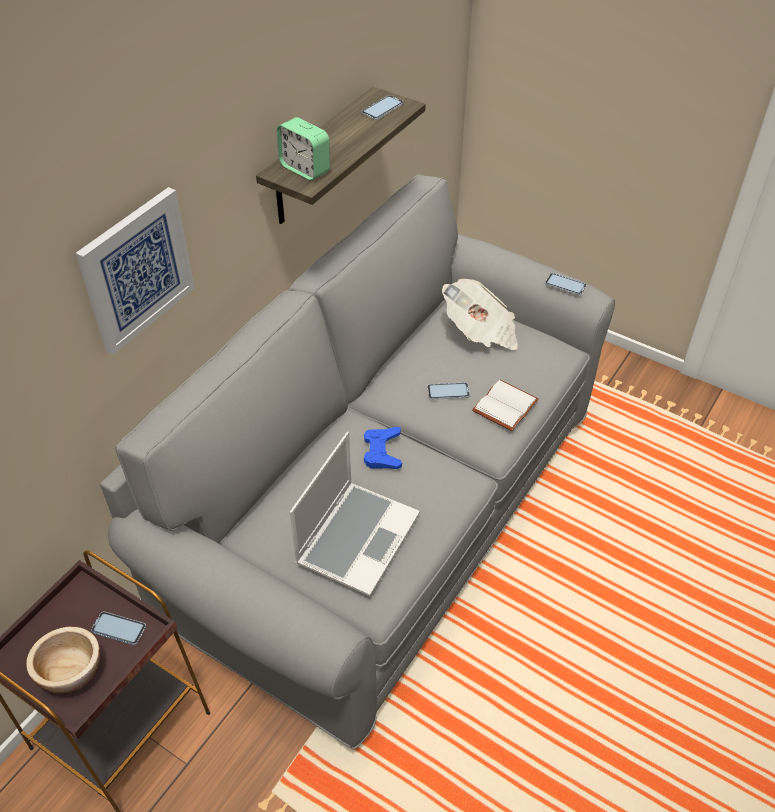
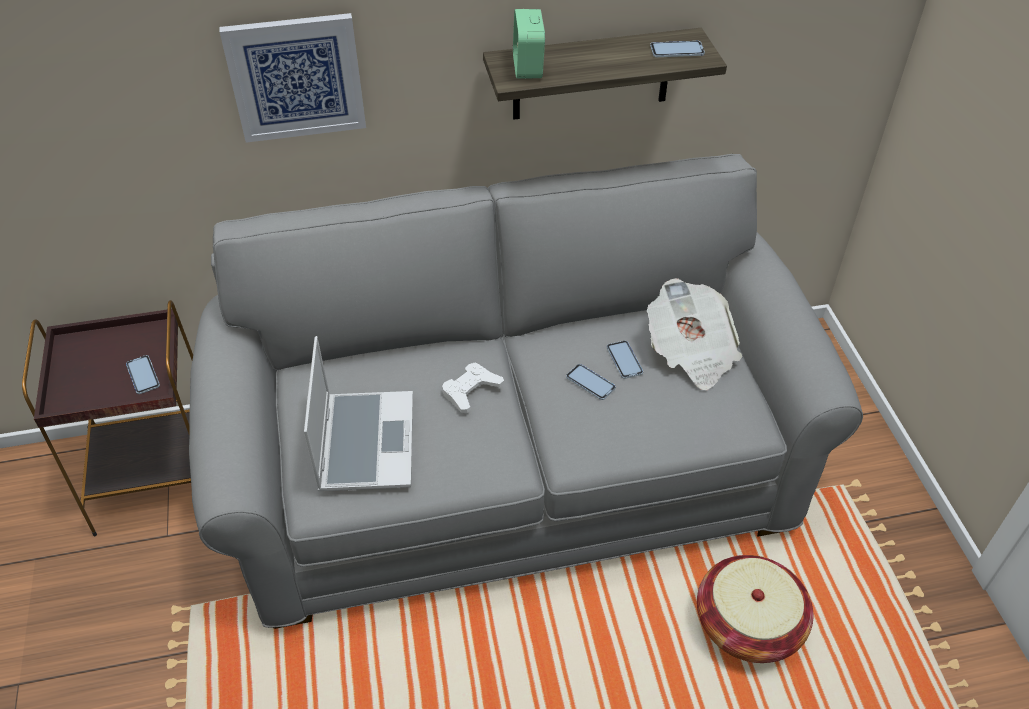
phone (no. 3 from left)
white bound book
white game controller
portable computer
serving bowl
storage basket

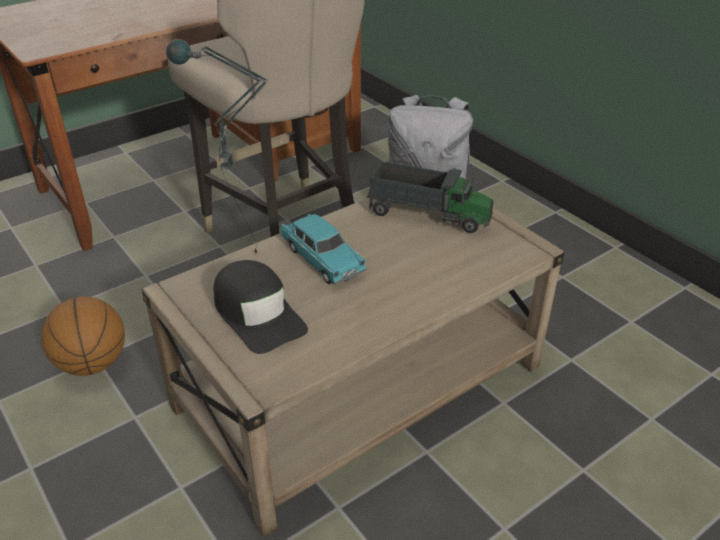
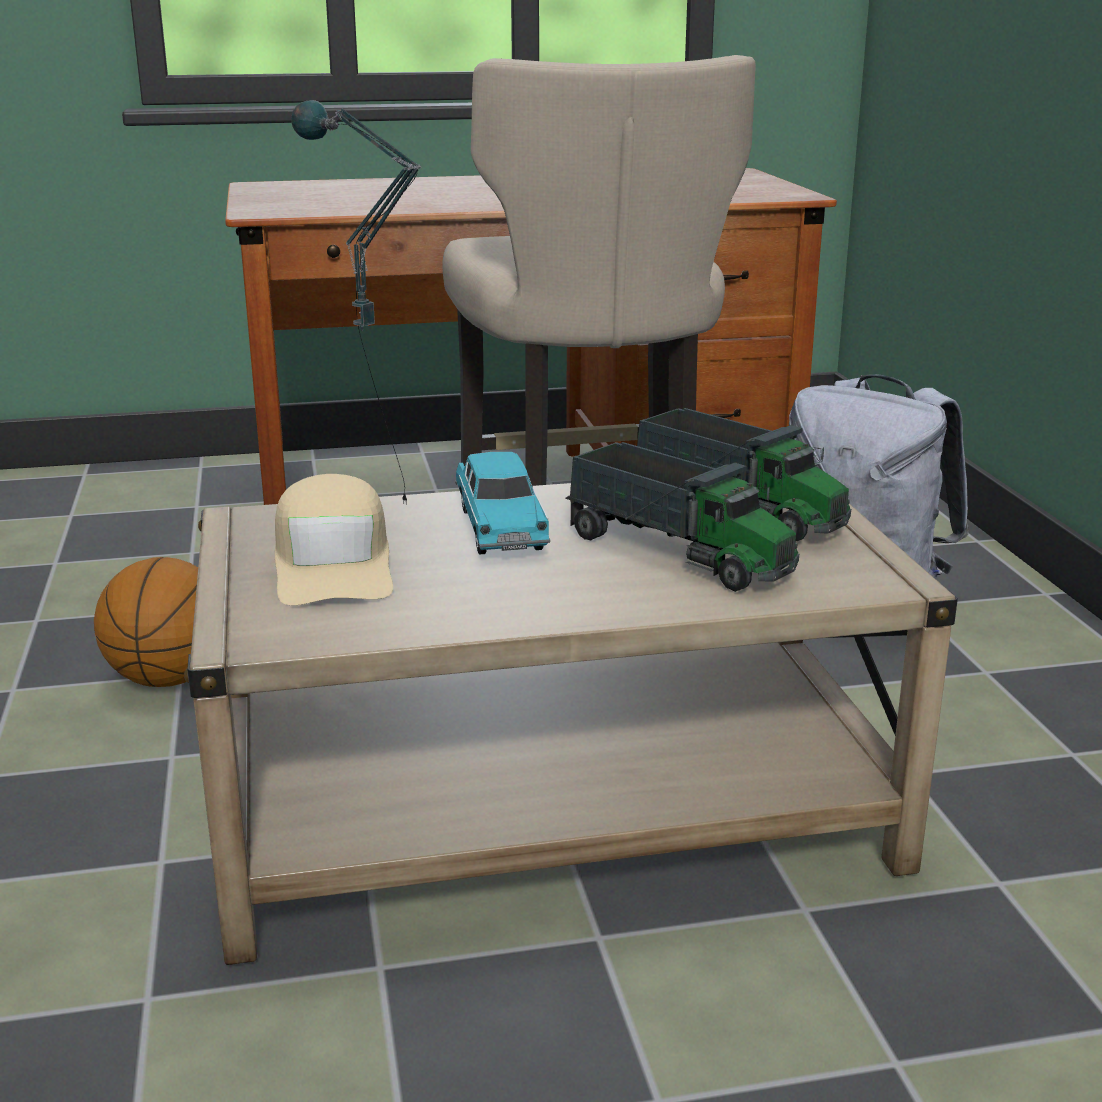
sand-coloured cap
model truck (no. 1 from left)

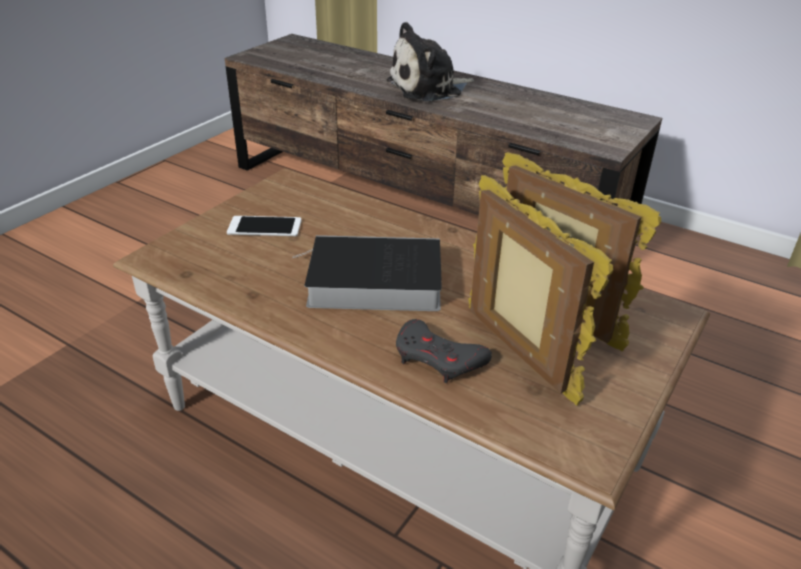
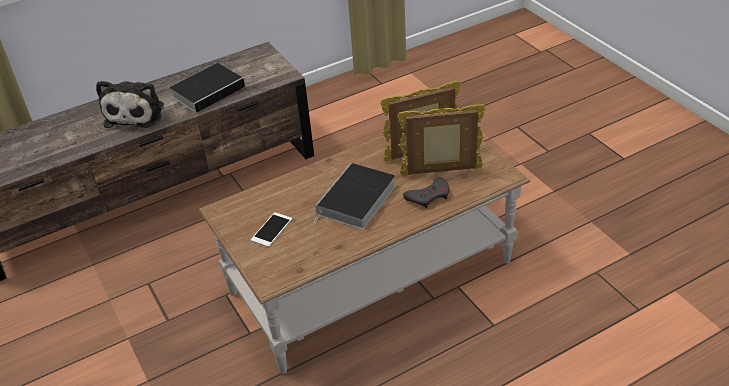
bound book (no. 1 from left)

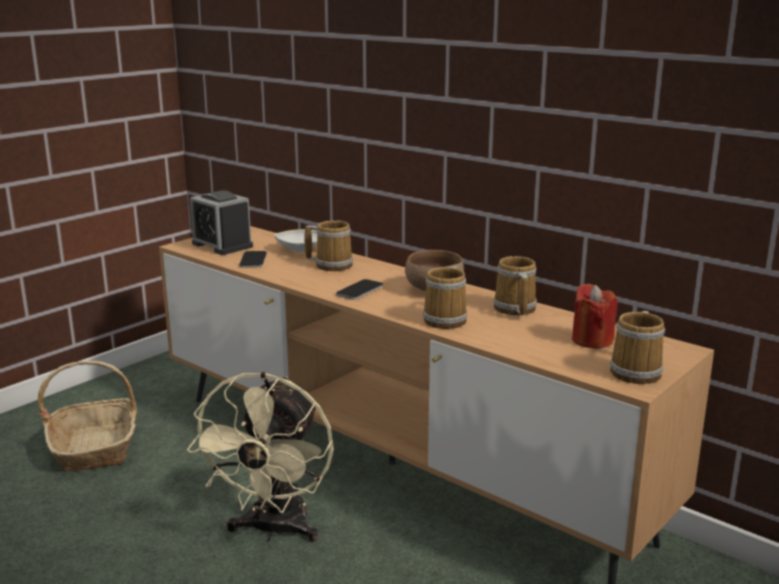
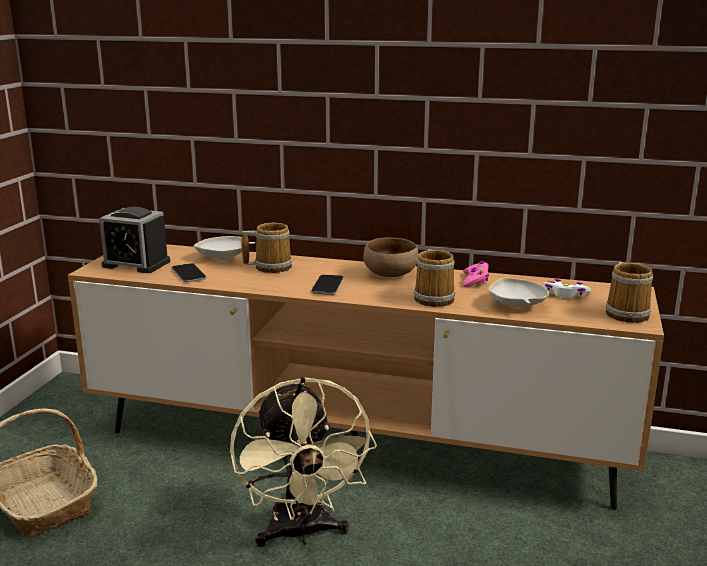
pinkish game controller
white game controller
white serving bowl (no. 2 from left)

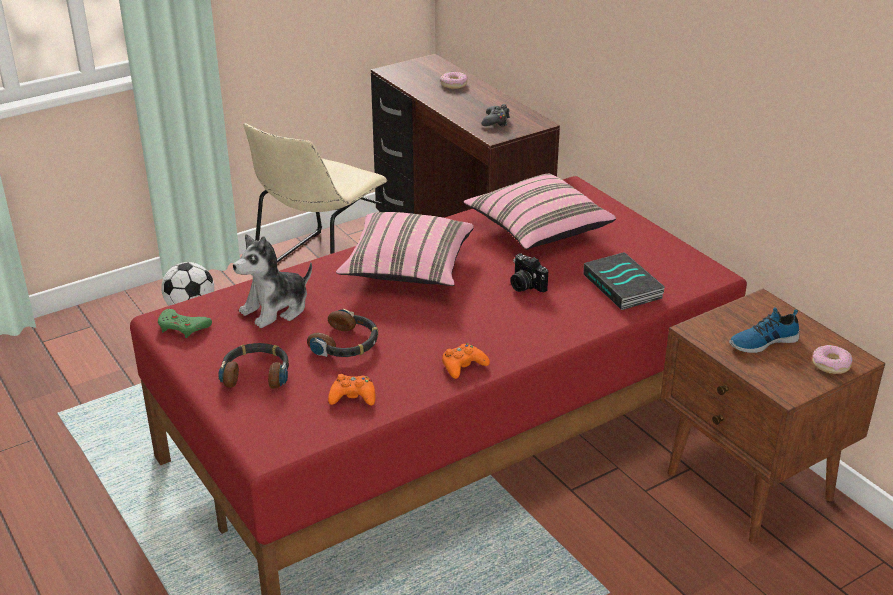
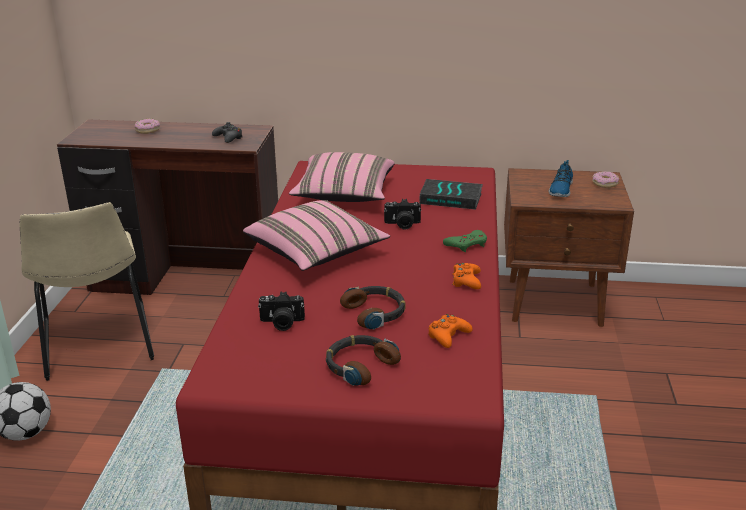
still camera (no. 1 from left)
greenish game controller

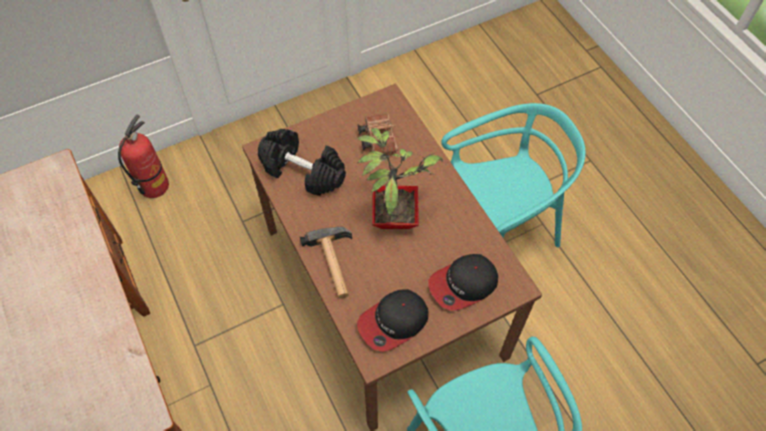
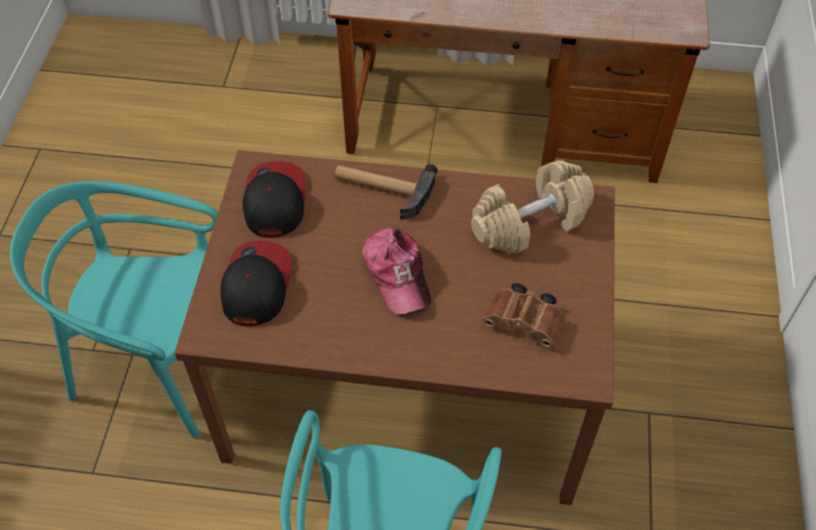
fire-fighting cylinder
cap (no. 3 from left)
sand-coloured dumbbell

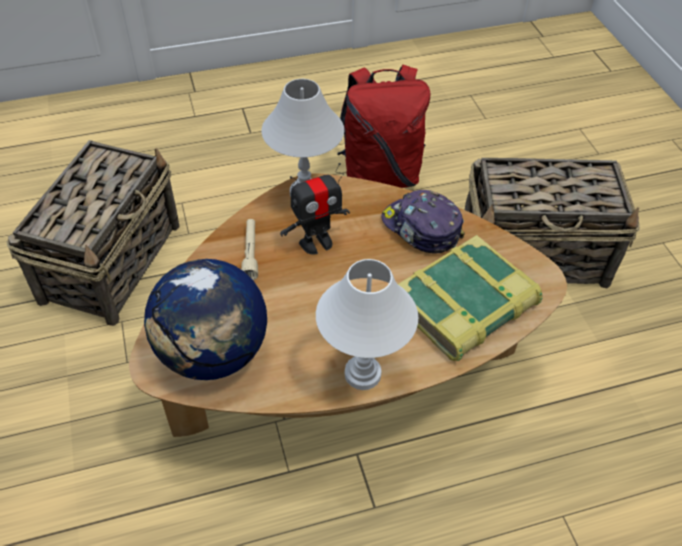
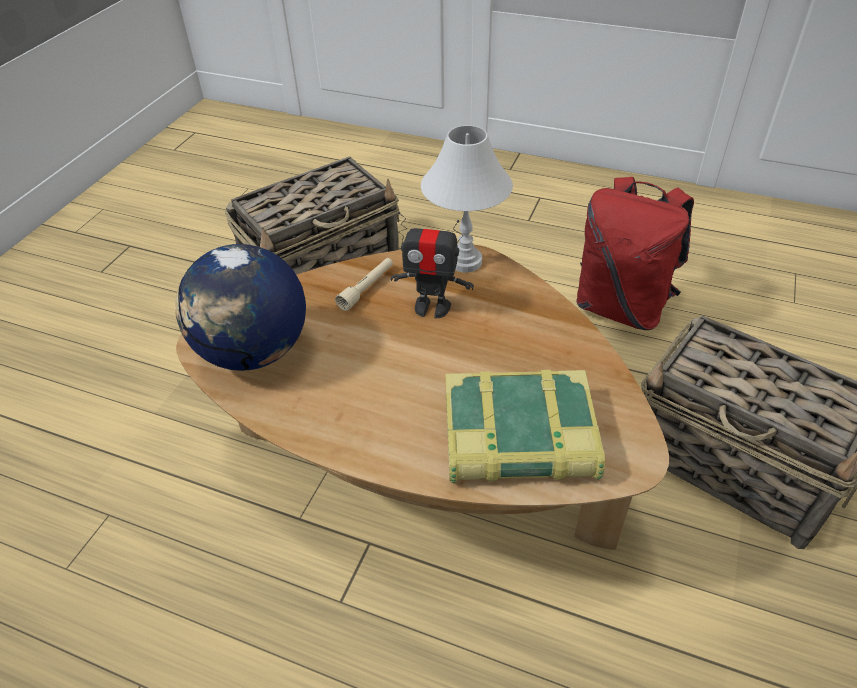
cap
white tabletop lamp (no. 2 from left in the first image)

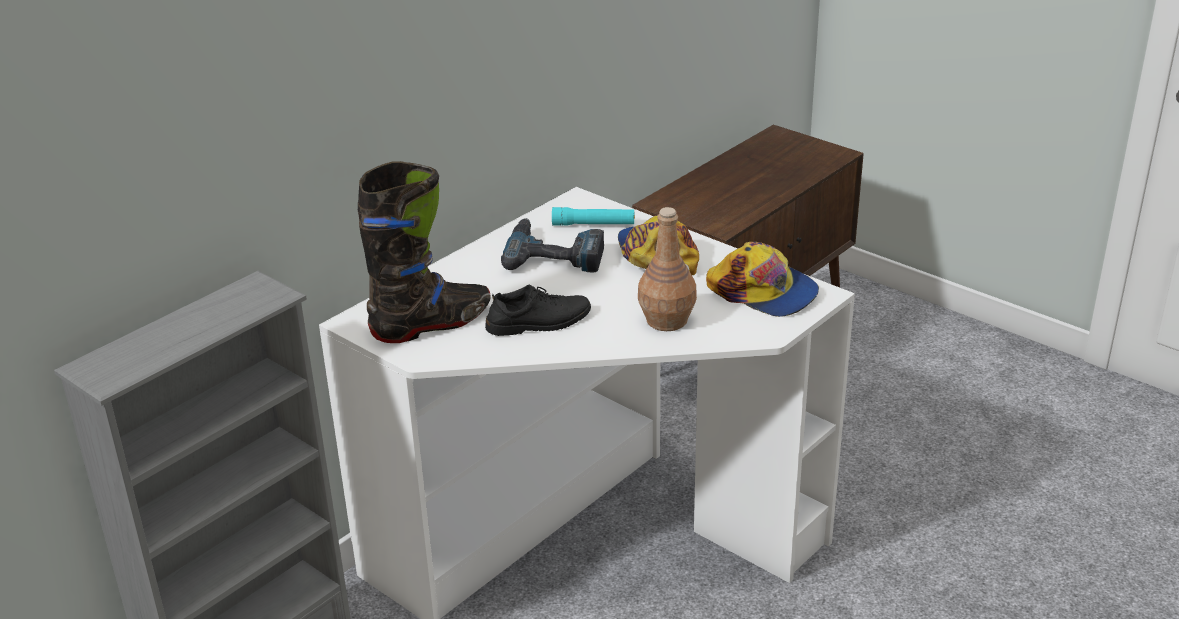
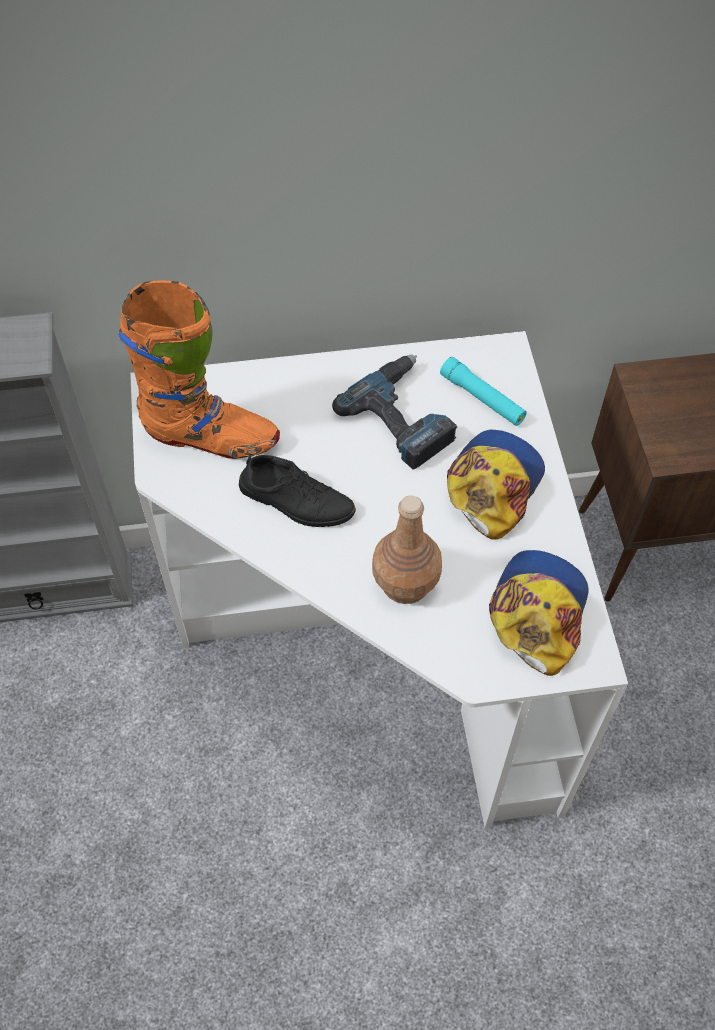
orangey high-top boot
cap (no. 2 from left)

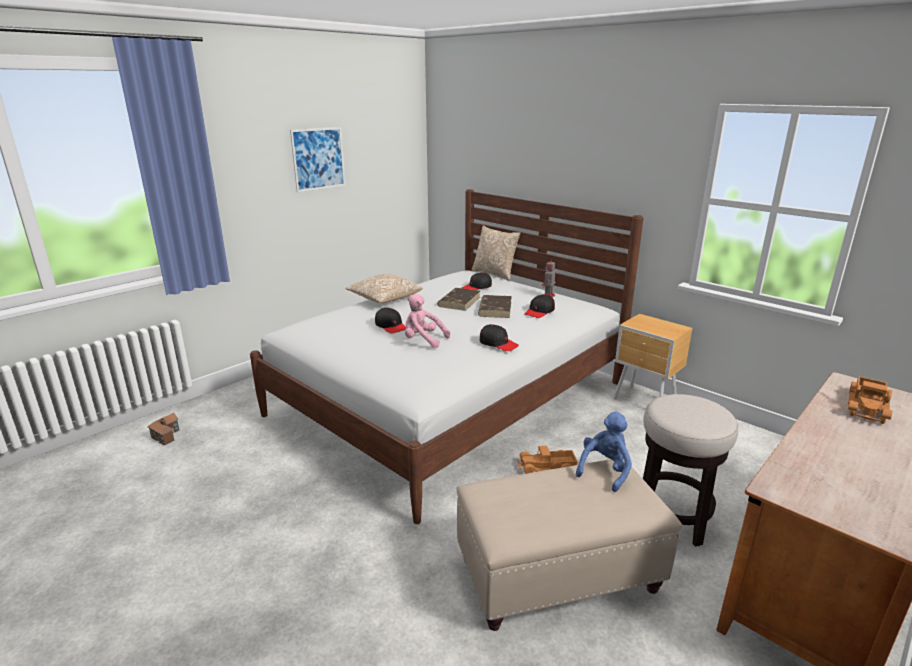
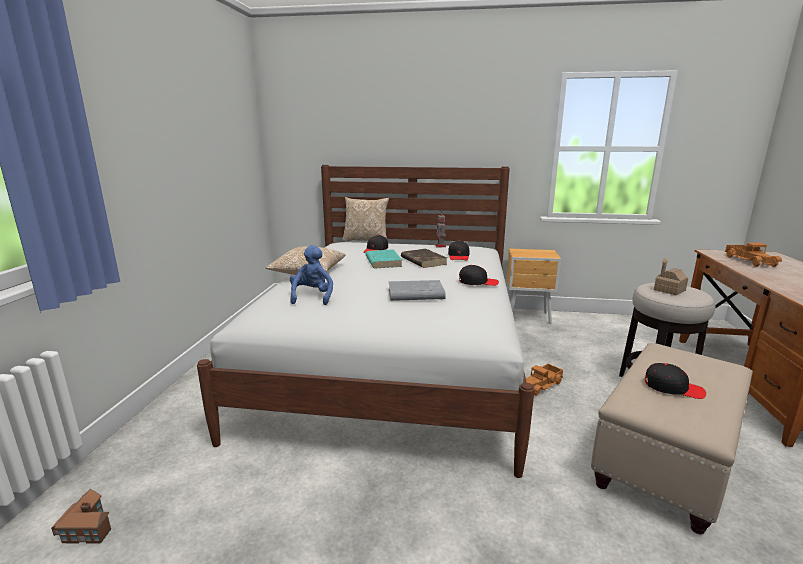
picture
turquoise-coloured bound book
greyish bound book
black-coloured cap (no. 4 from left)
blue-coloured cuddly toy
miniature house (no. 2 from left)

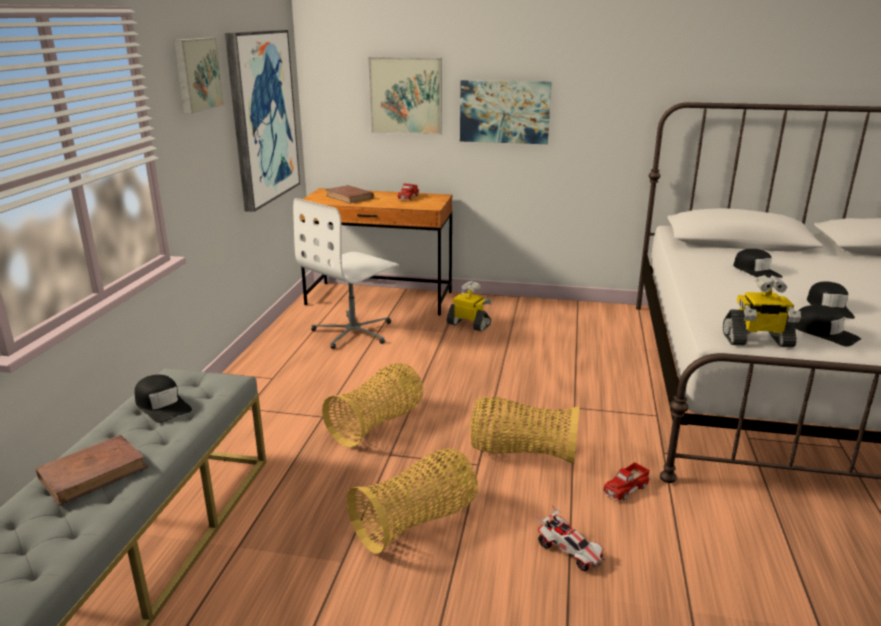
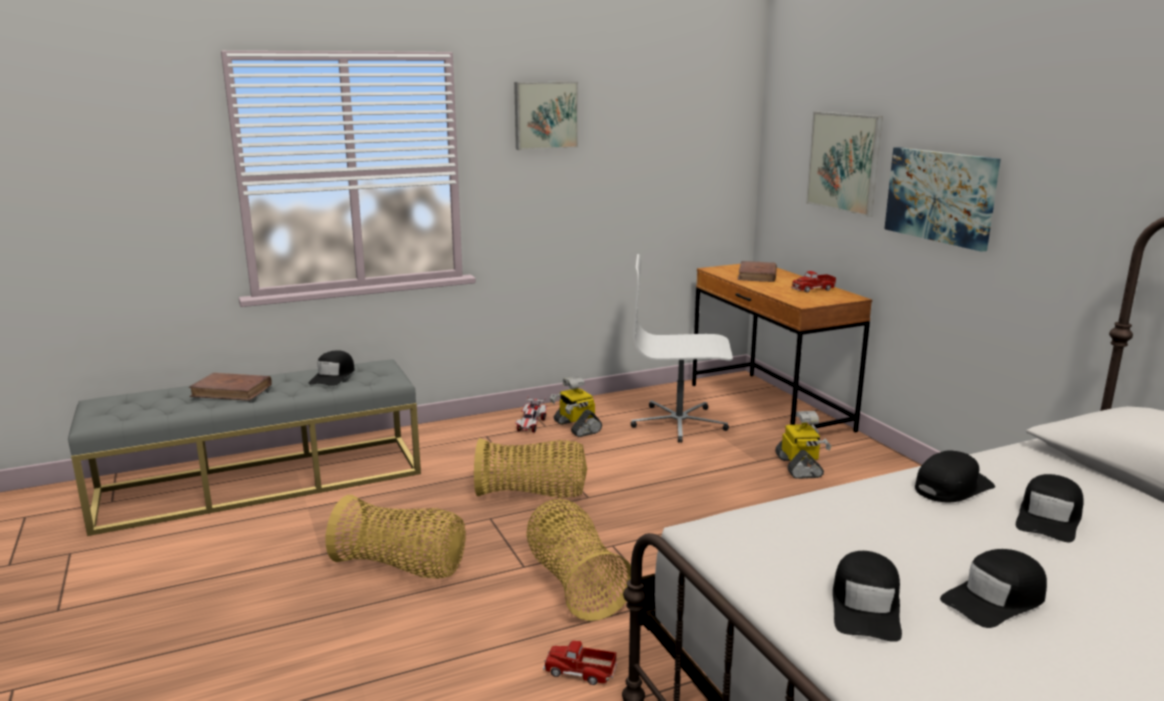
picture (no. 2 from left in the first image)
model robot (no. 1 from left)
miniature car
black-coloured cap (no. 3 from left)

